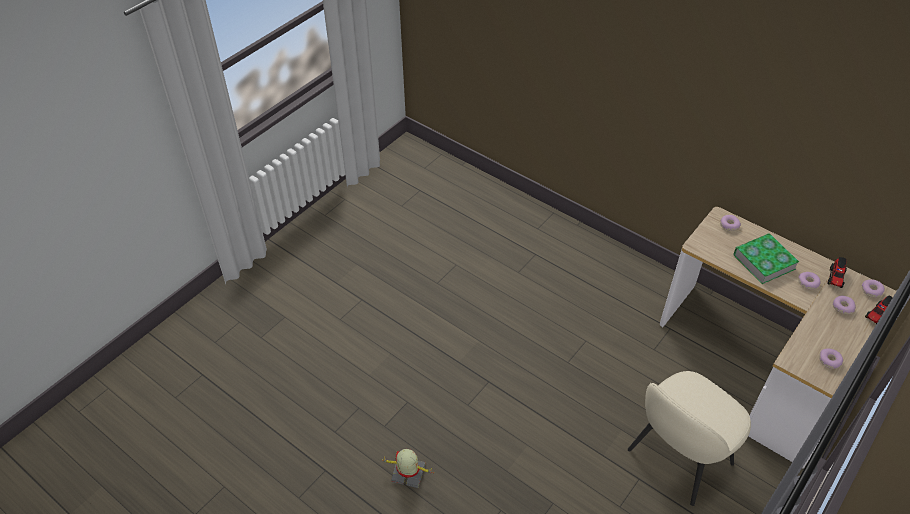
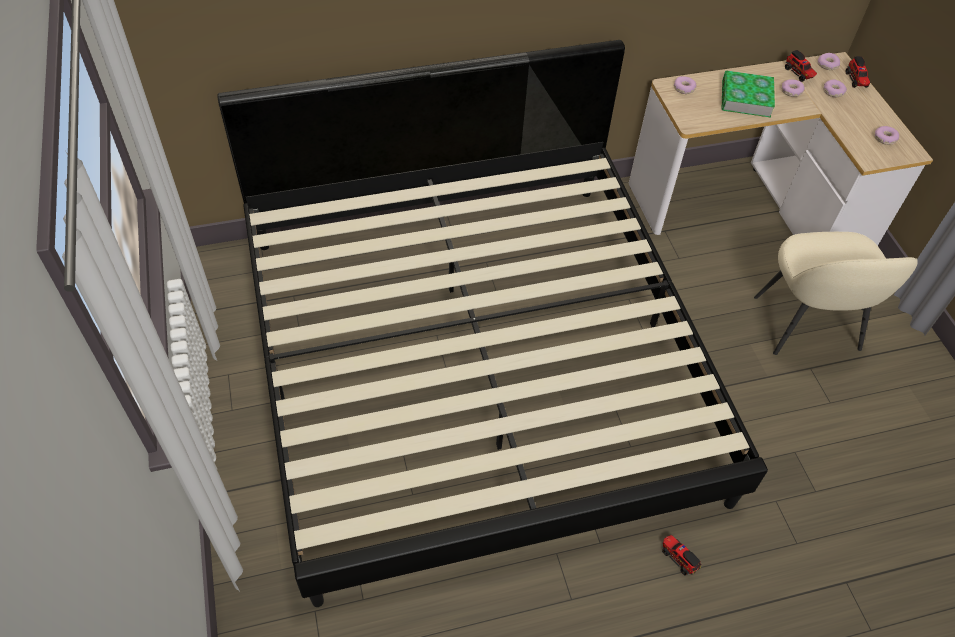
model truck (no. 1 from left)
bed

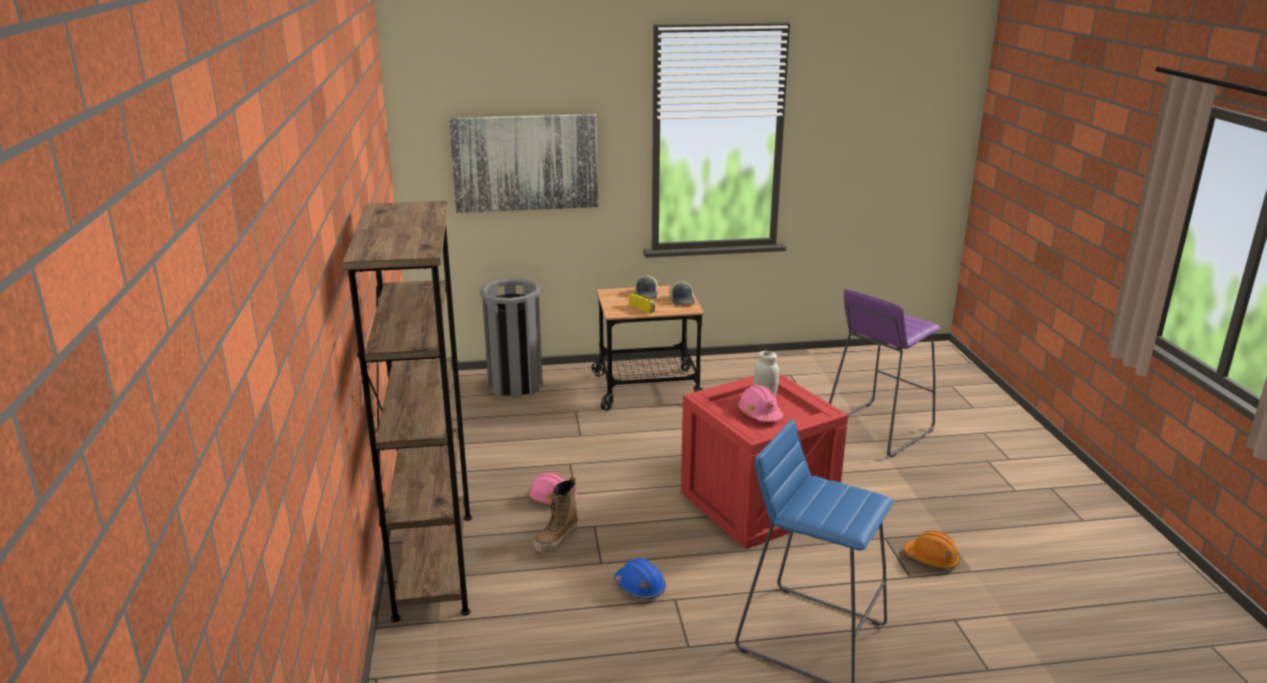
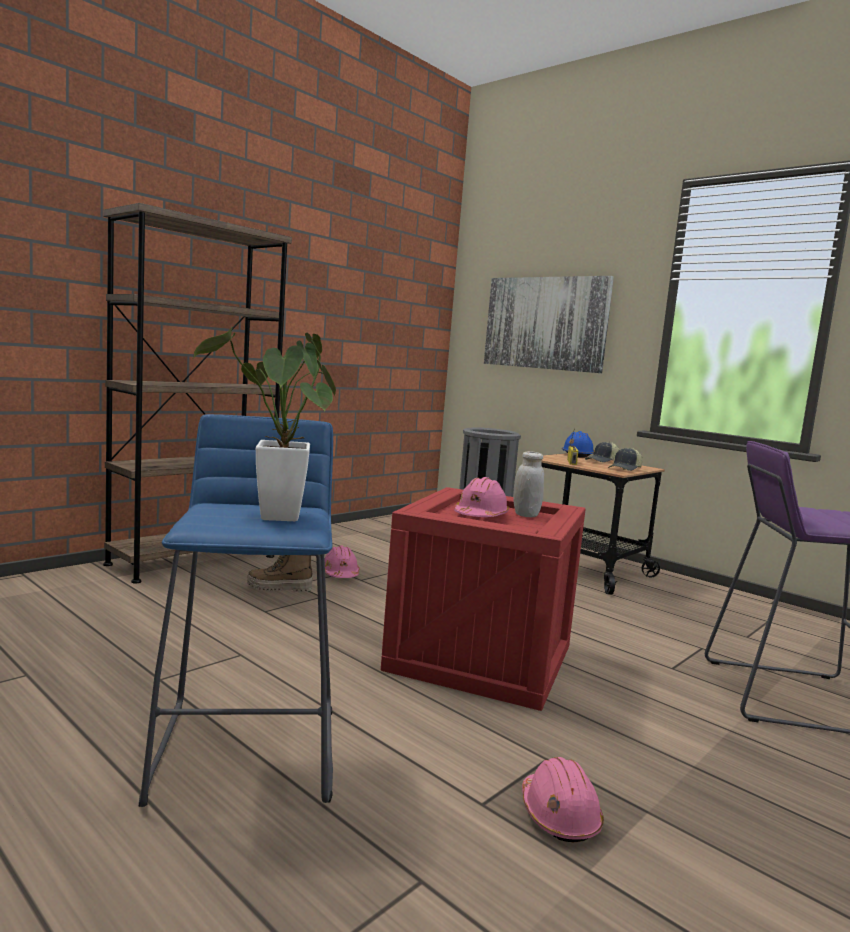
pinkish hard hat (no. 3 from left)
blue-coloured hard hat
houseplant

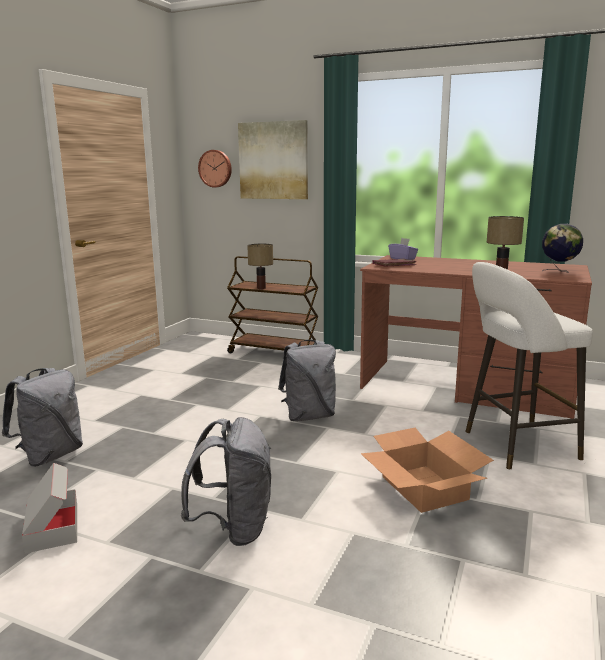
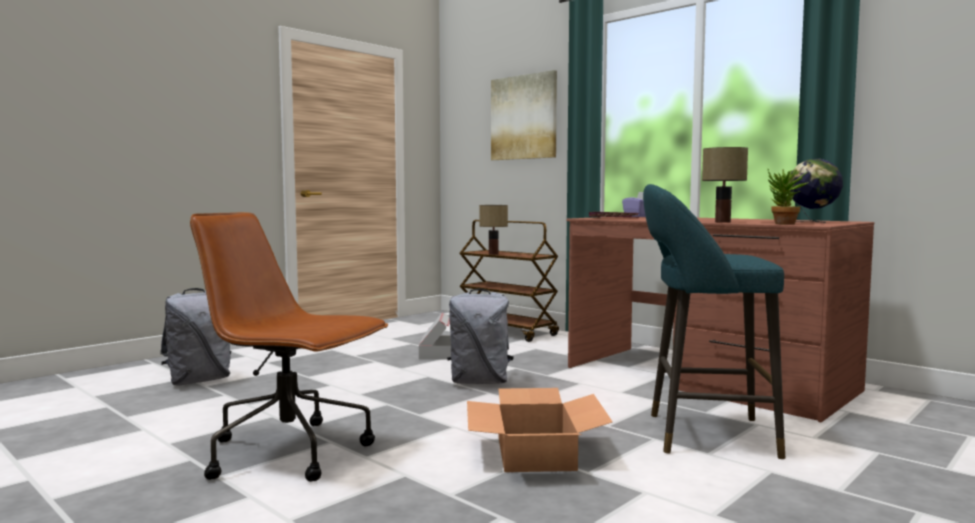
wall clock
turquoise-coloured stool
brown-coloured desk chair
packing box (no. 1 from left)
houseplant

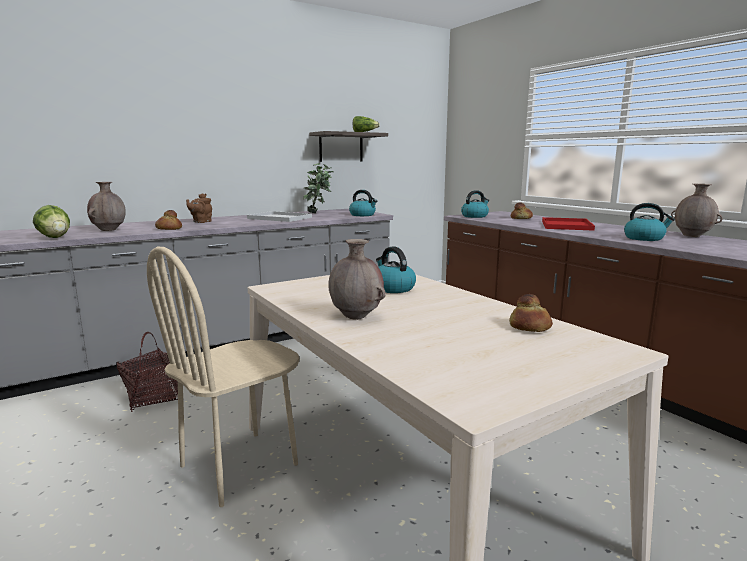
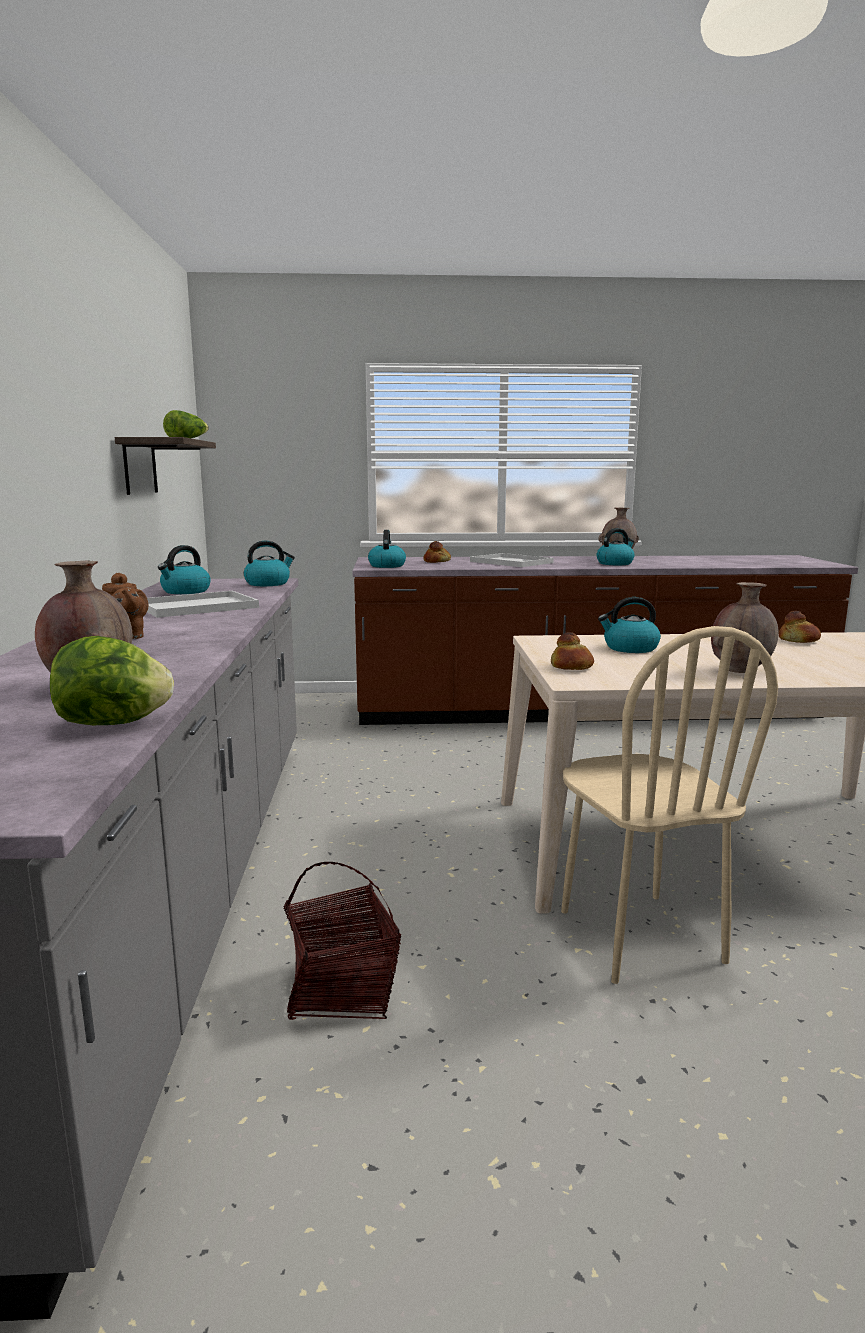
tea kettle (no. 1 from left)
bread (no. 2 from left)
white carrying tray (no. 2 from left)

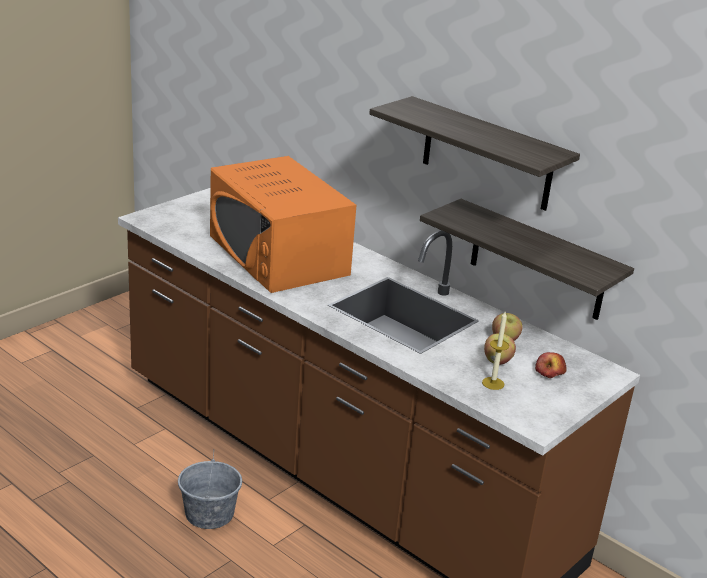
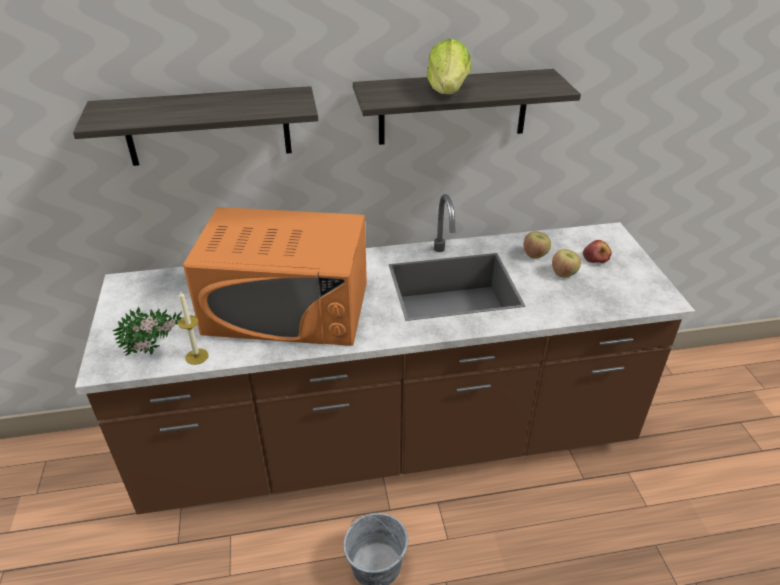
shelf (no. 1 from left)
candle
lettuce
houseplant

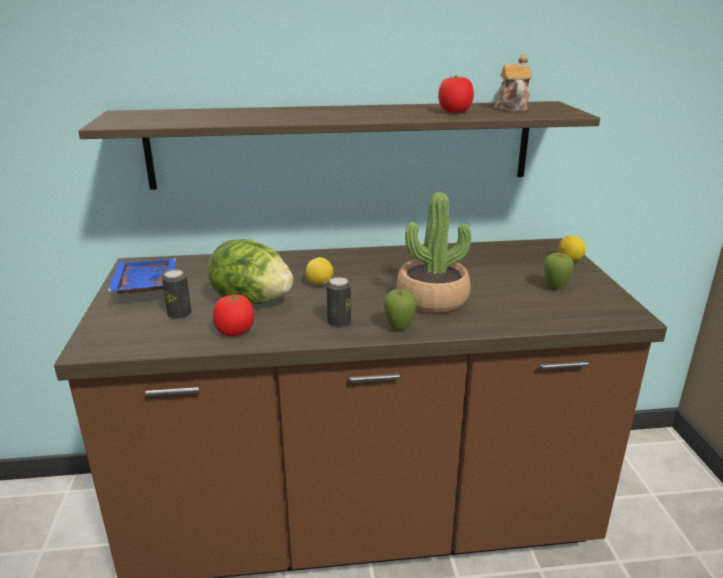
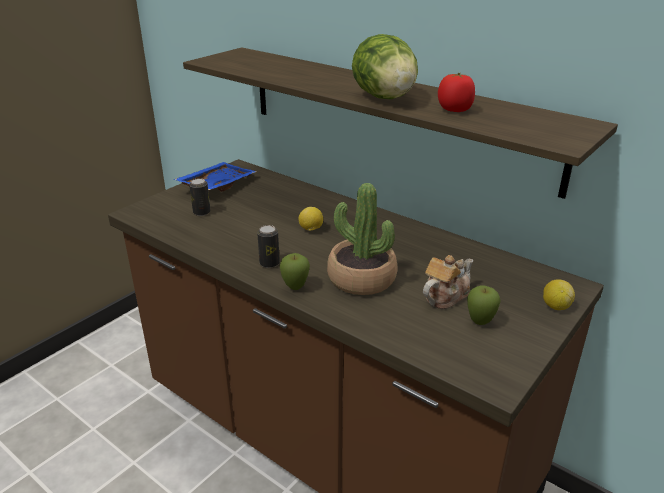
tea pot
lettuce
whole tomato (no. 1 from left in the first image)

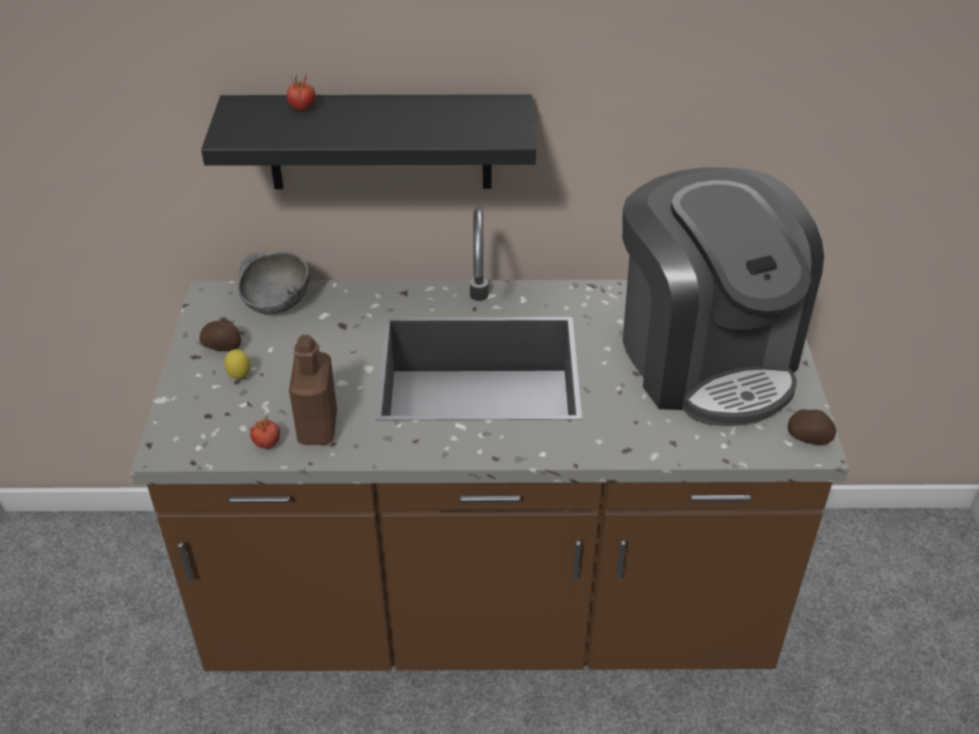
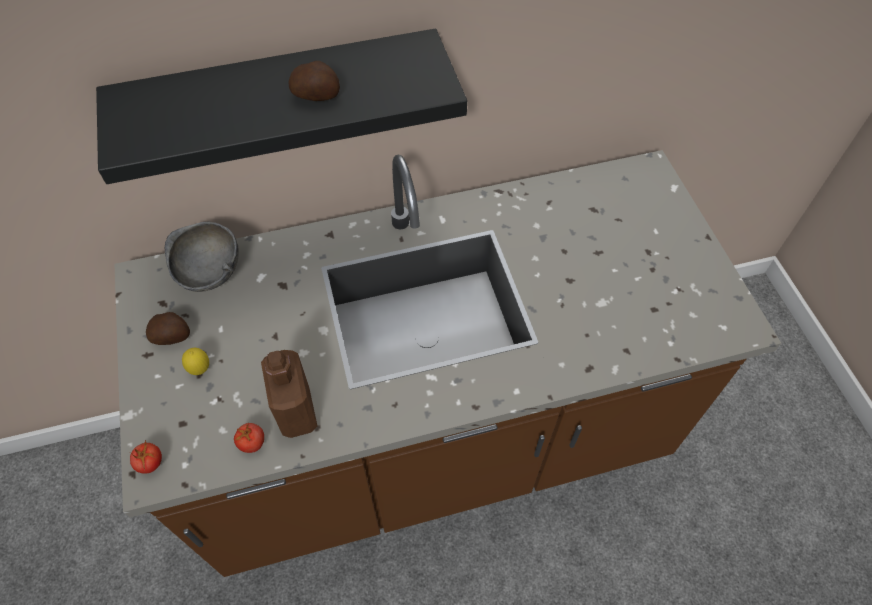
whole tomato (no. 1 from left)
coffee maker
whole potato (no. 2 from left)

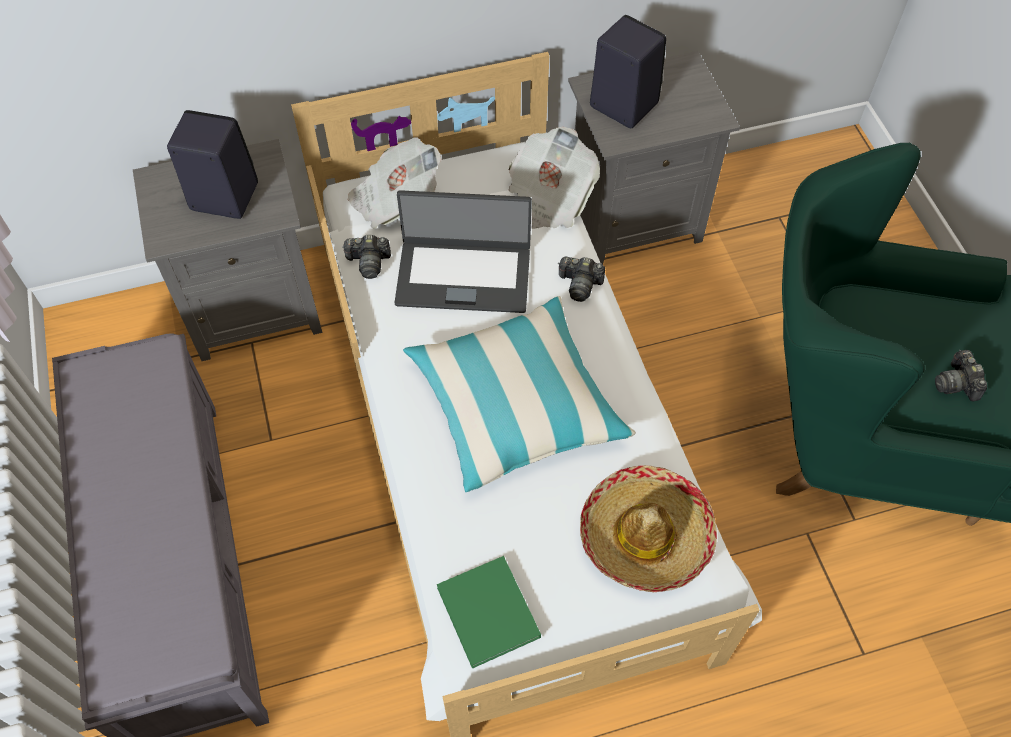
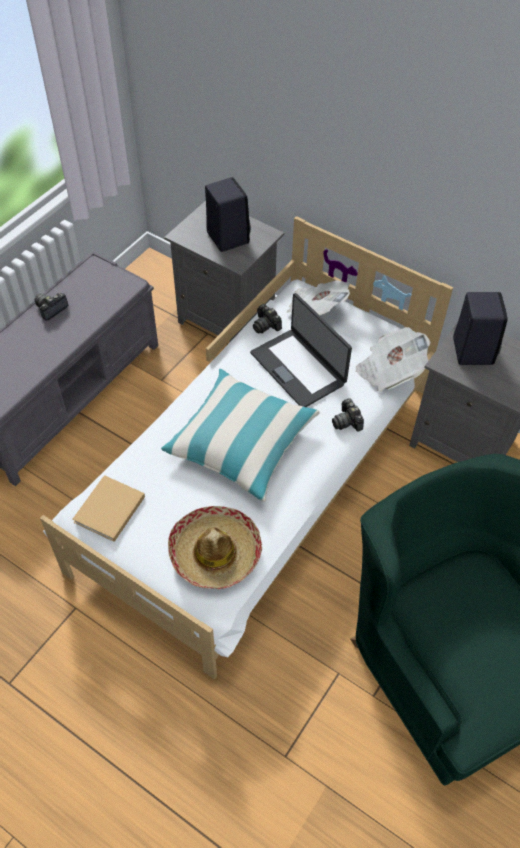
still camera (no. 1 from left)
sand-coloured bound book

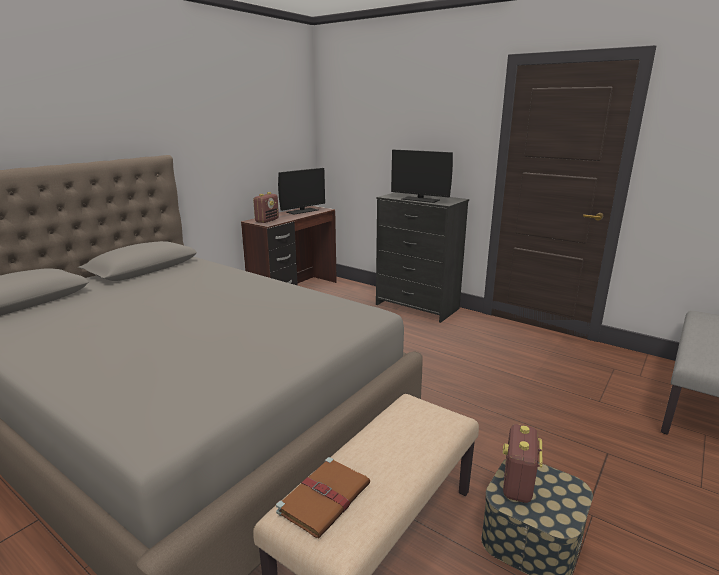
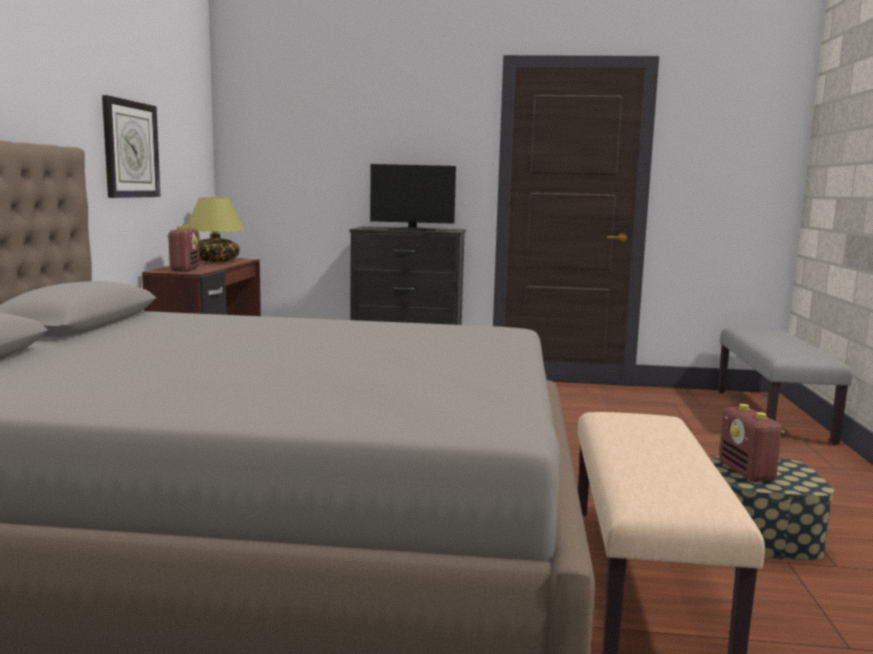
tabletop lamp
brown-coloured bound book
wall clock

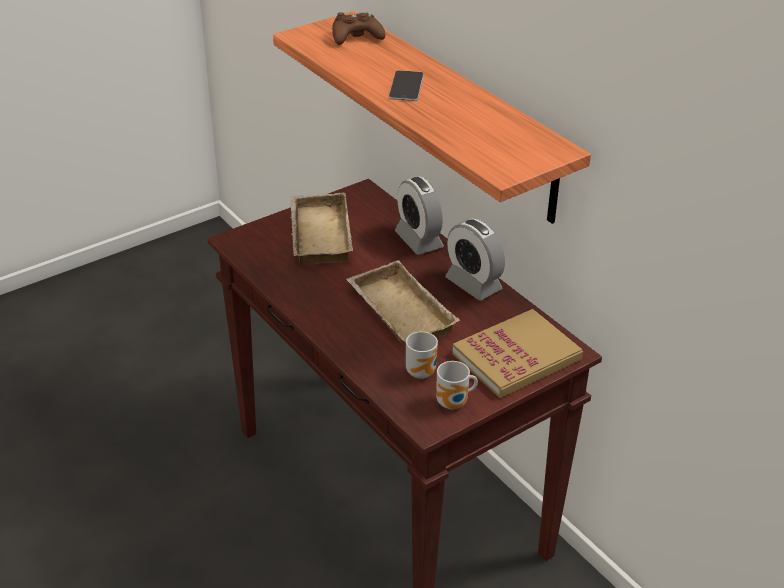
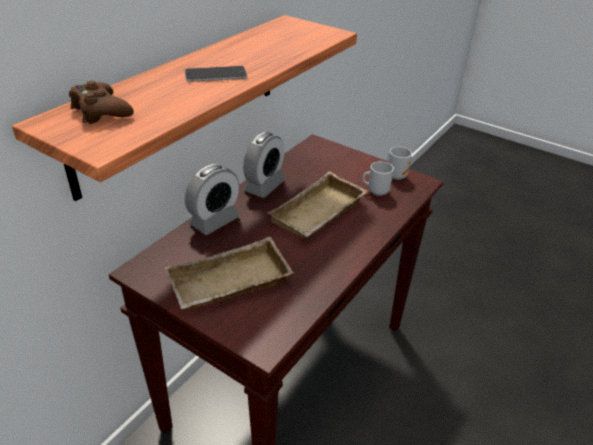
bound book

